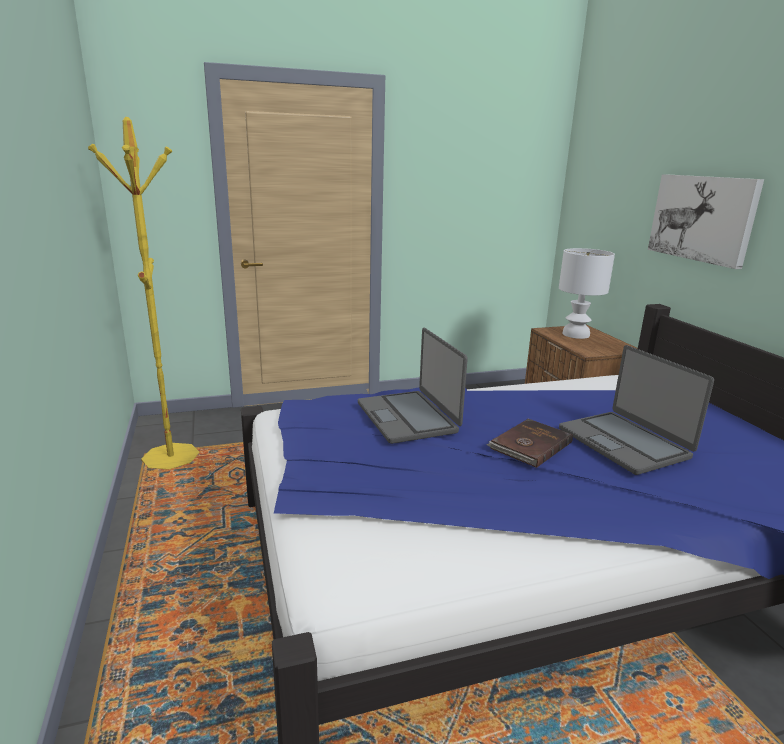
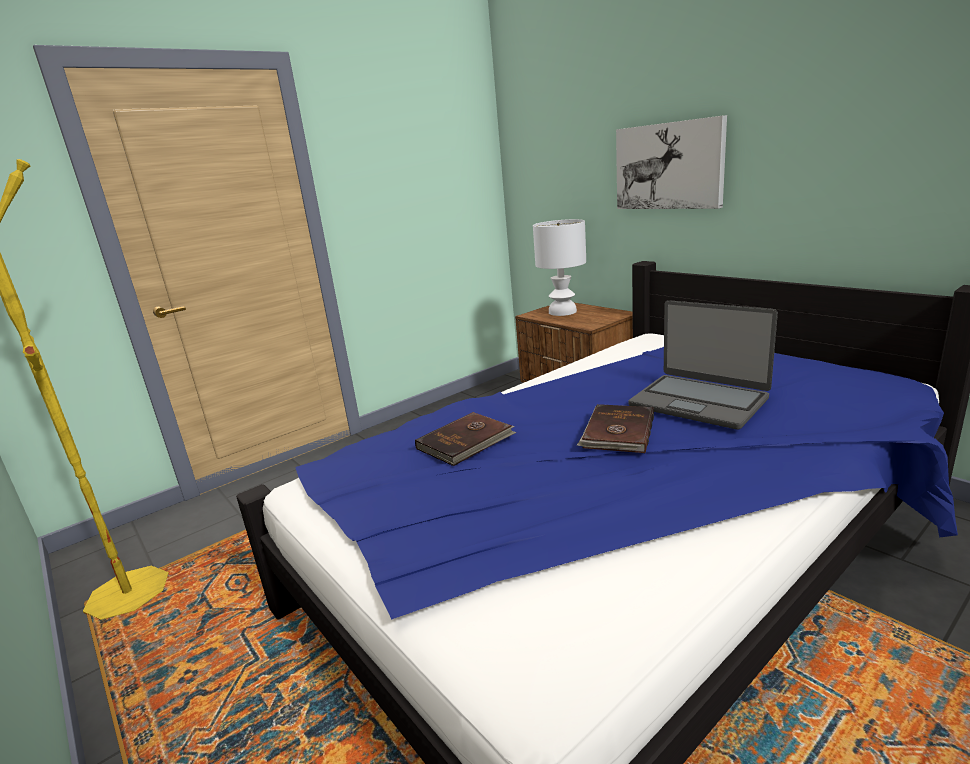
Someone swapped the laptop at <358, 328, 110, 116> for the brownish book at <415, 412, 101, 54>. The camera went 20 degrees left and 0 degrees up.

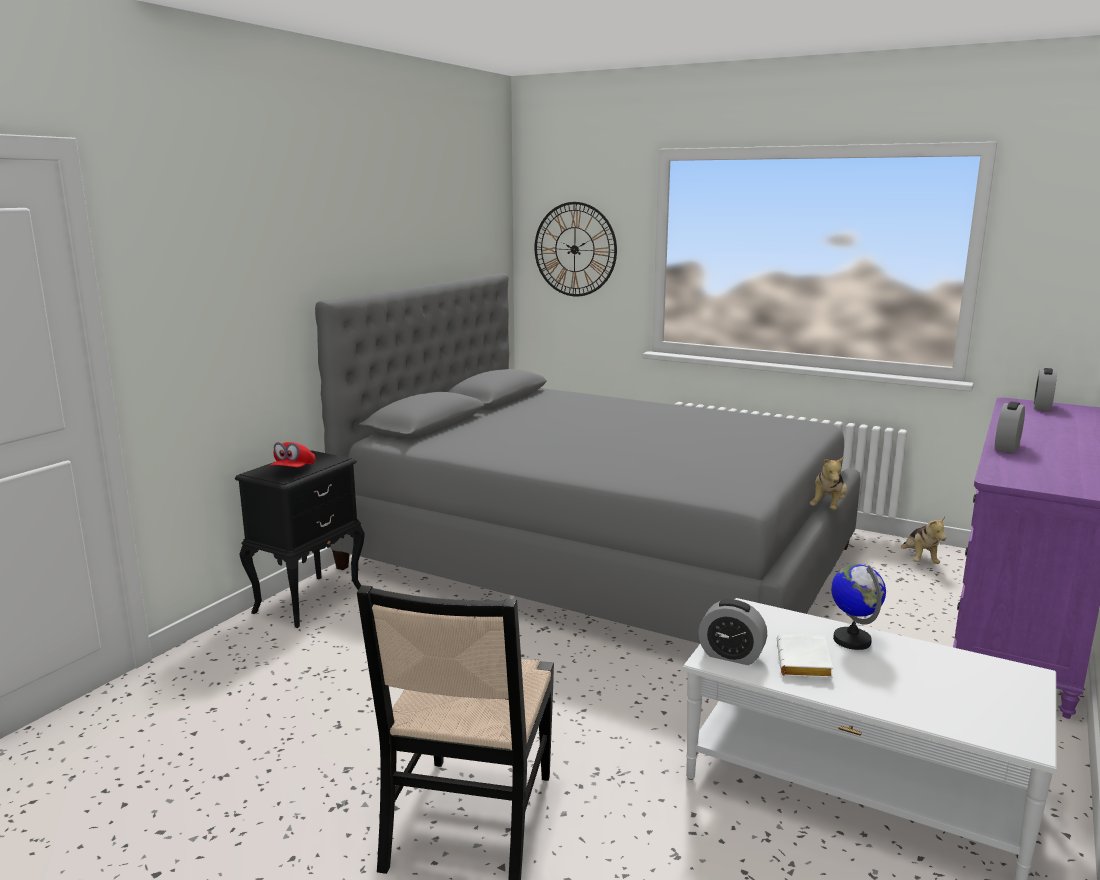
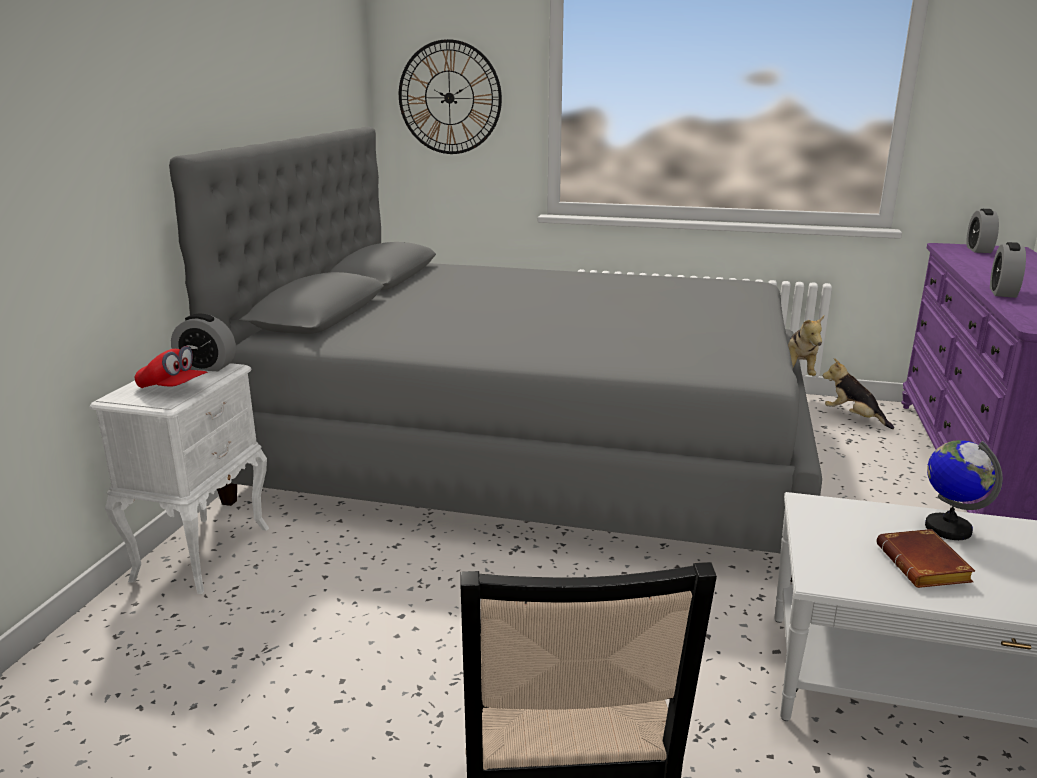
Someone repainted the black-coloured bedside table at <235, 450, 130, 178>, which became the white bedside table at <89, 363, 180, 231>. Someone rotated the red-coloured baseball cap at <269, 442, 46, 25> by 60 degrees counterclockwise. Someone carried the bedside clock from <698, 599, 69, 66> to <171, 314, 65, 57>. Someone rotated the cuddly toy at <901, 516, 45, 48> by 150 degrees clockwise. Someone repainted the white book at <777, 634, 56, 44>, which became the brownish book at <877, 529, 98, 59>. The camera went 15 degrees left and 5 degrees up.

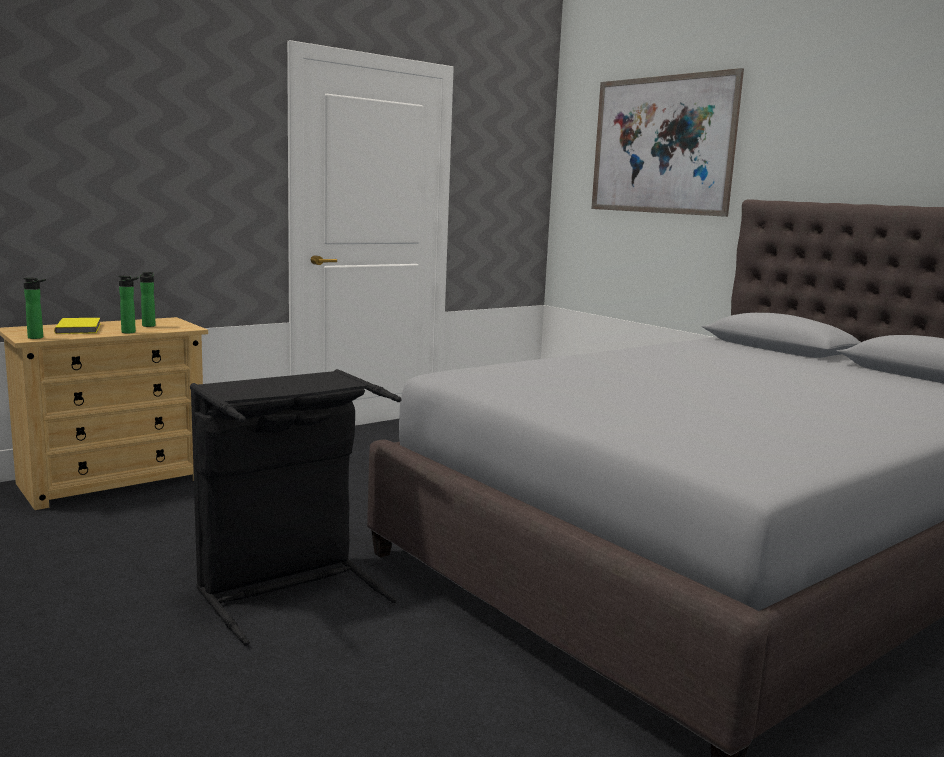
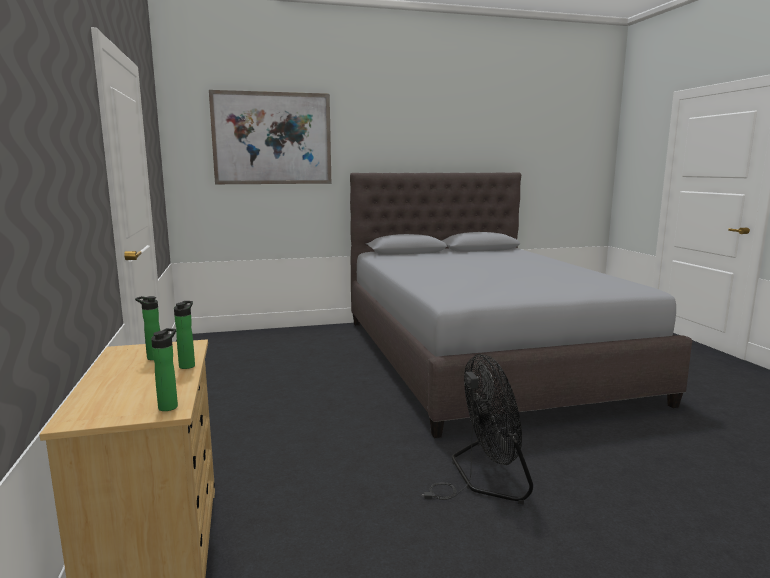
Someone swapped the black-coloured washing basket at <190, 369, 211, 277> for the black-coloured electric fan at <421, 354, 112, 151>. Someone took away the yellow book at <54, 318, 47, 16>. The camera went 65 degrees left and 0 degrees up.

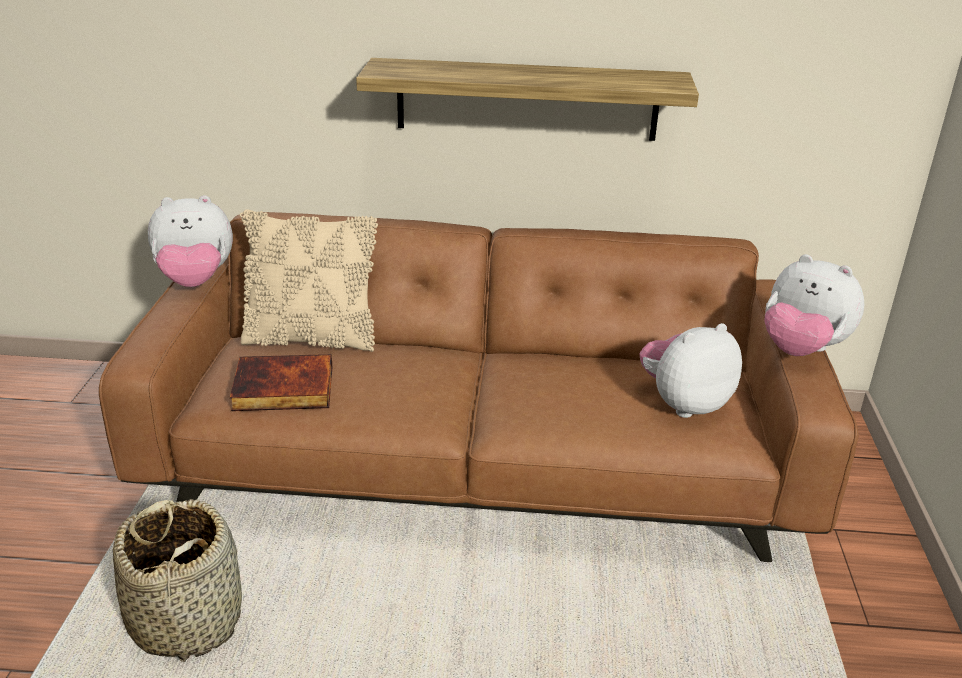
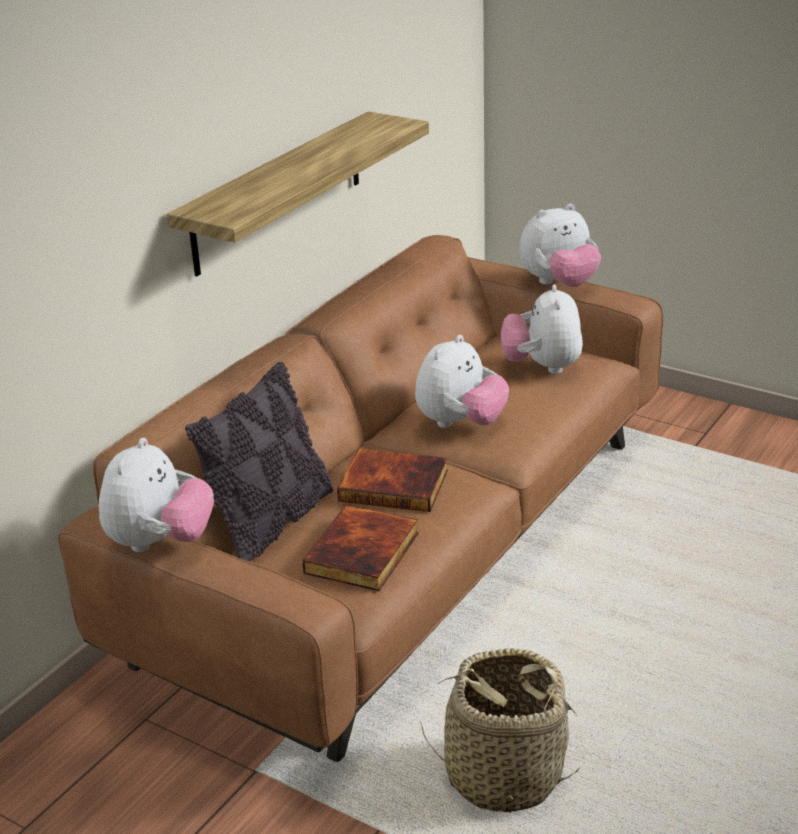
Someone repainted the beige pillow at <239, 209, 139, 143>, which became the black-coloured pillow at <185, 362, 148, 200>. Someone put down the book at <337, 448, 111, 64>. Someone put down the cuddly toy at <415, 335, 94, 93>. The camera went 60 degrees left and 0 degrees up.

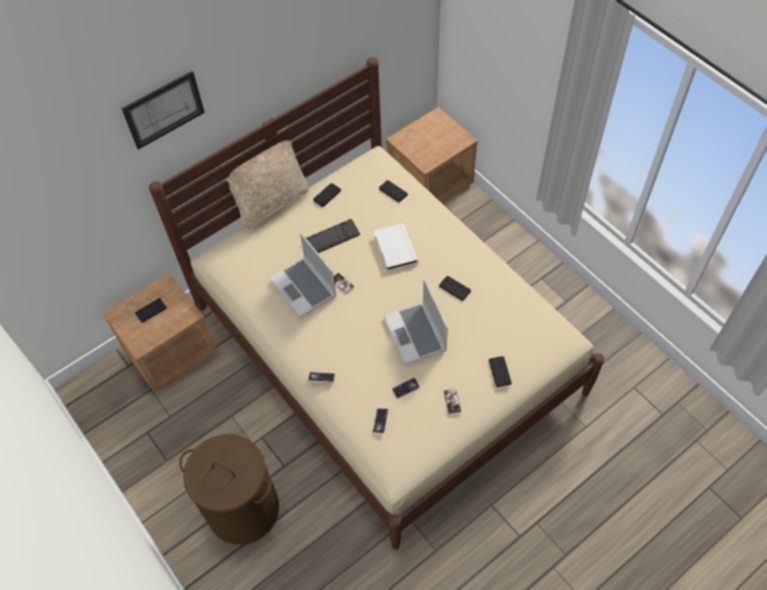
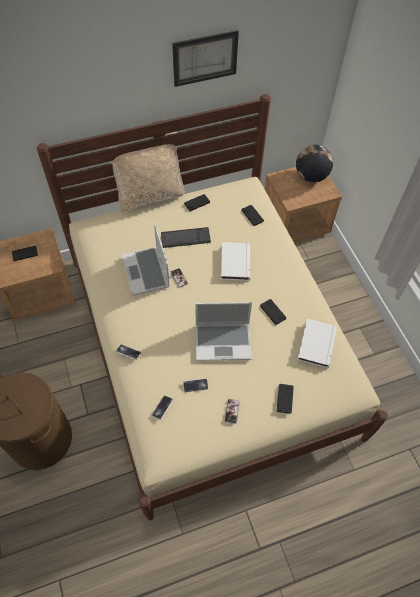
Someone carried the wall art from <121, 71, 84, 79> to <172, 30, 67, 57>. Someone rotated the laptop at <383, 279, 65, 86> by 90 degrees counterclockwise. Someone put down the desk globe at <296, 144, 37, 38>. Someone put down the white book at <297, 319, 40, 49>. The camera went 15 degrees right and 0 degrees up.

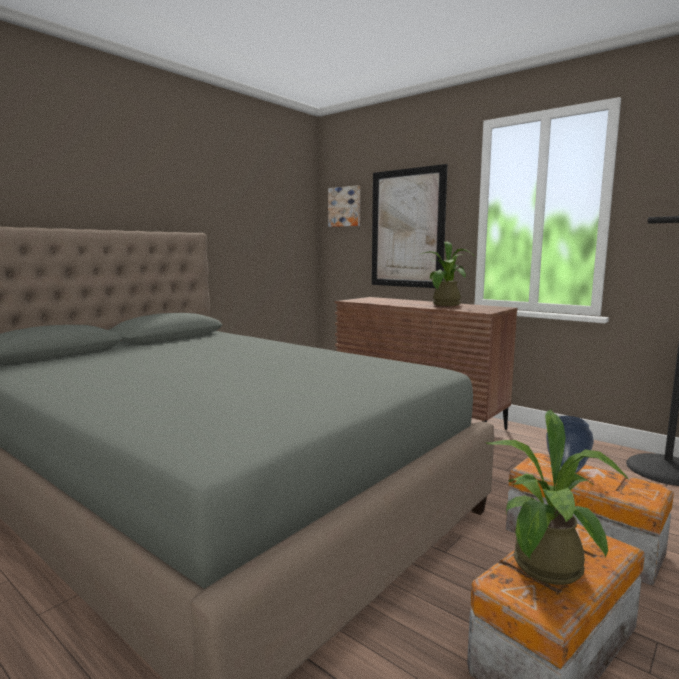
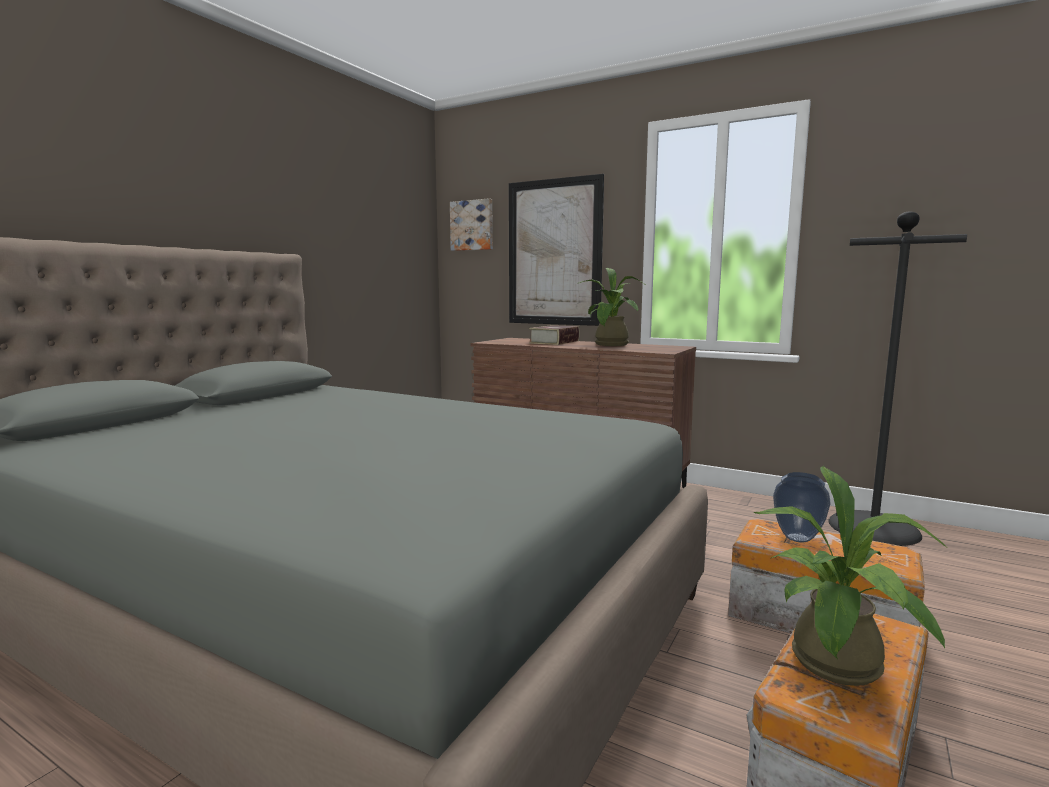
Someone put down the book at <529, 325, 51, 20>. The camera went 10 degrees left and 0 degrees up.

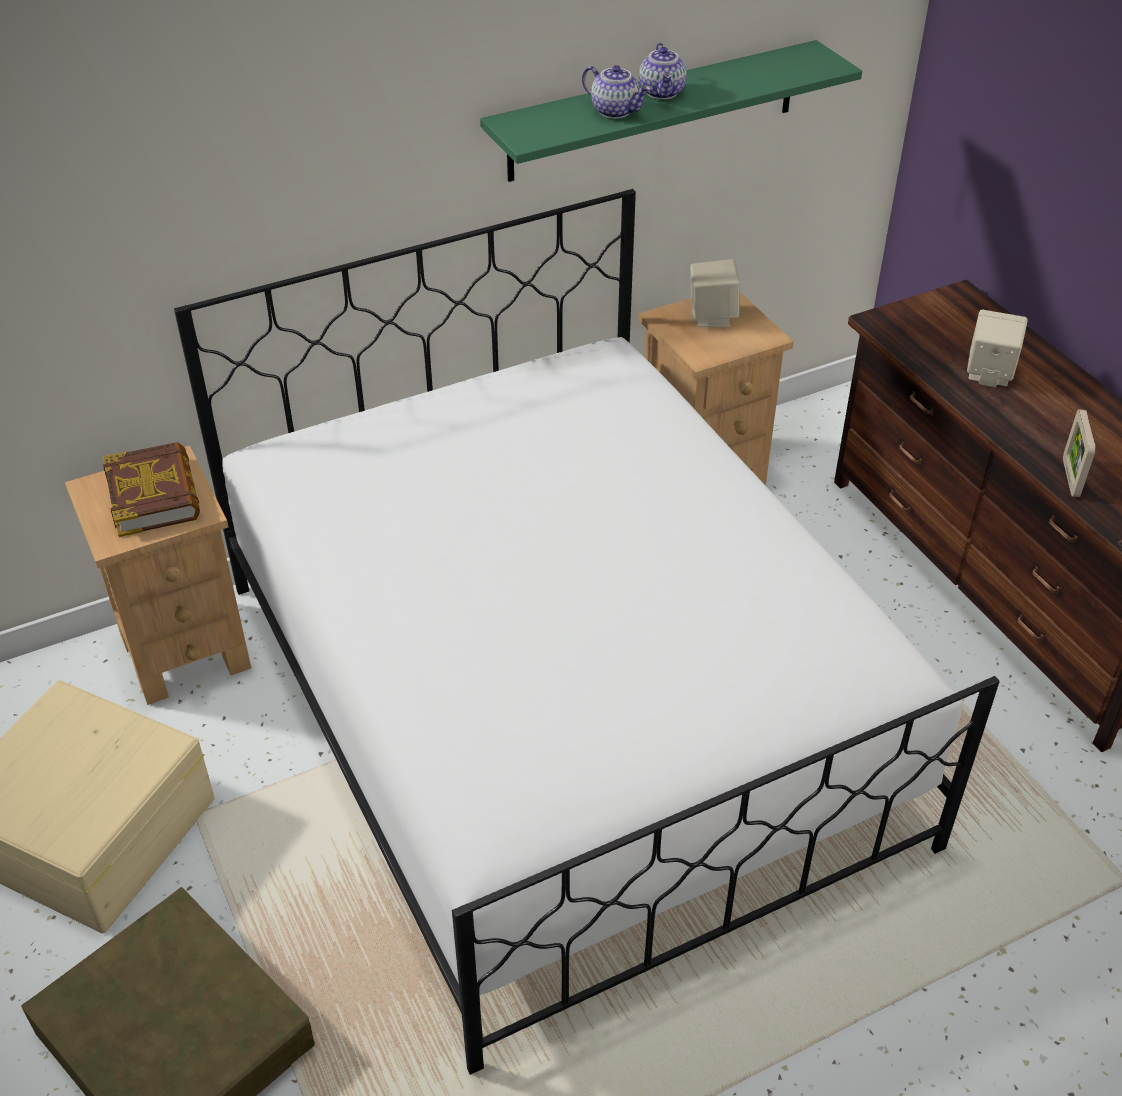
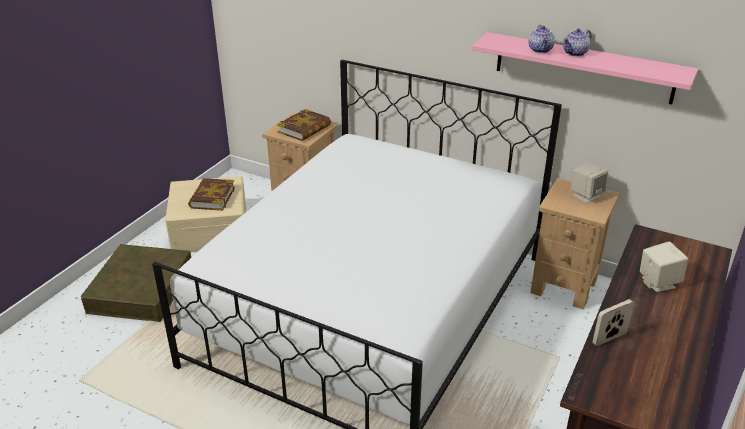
Someone put down the book at <188, 178, 47, 33>. Someone repainted the green-coloured bracket shelf at <480, 40, 382, 142>, which became the pink bracket shelf at <471, 32, 227, 72>. The camera went 55 degrees right and 10 degrees down.

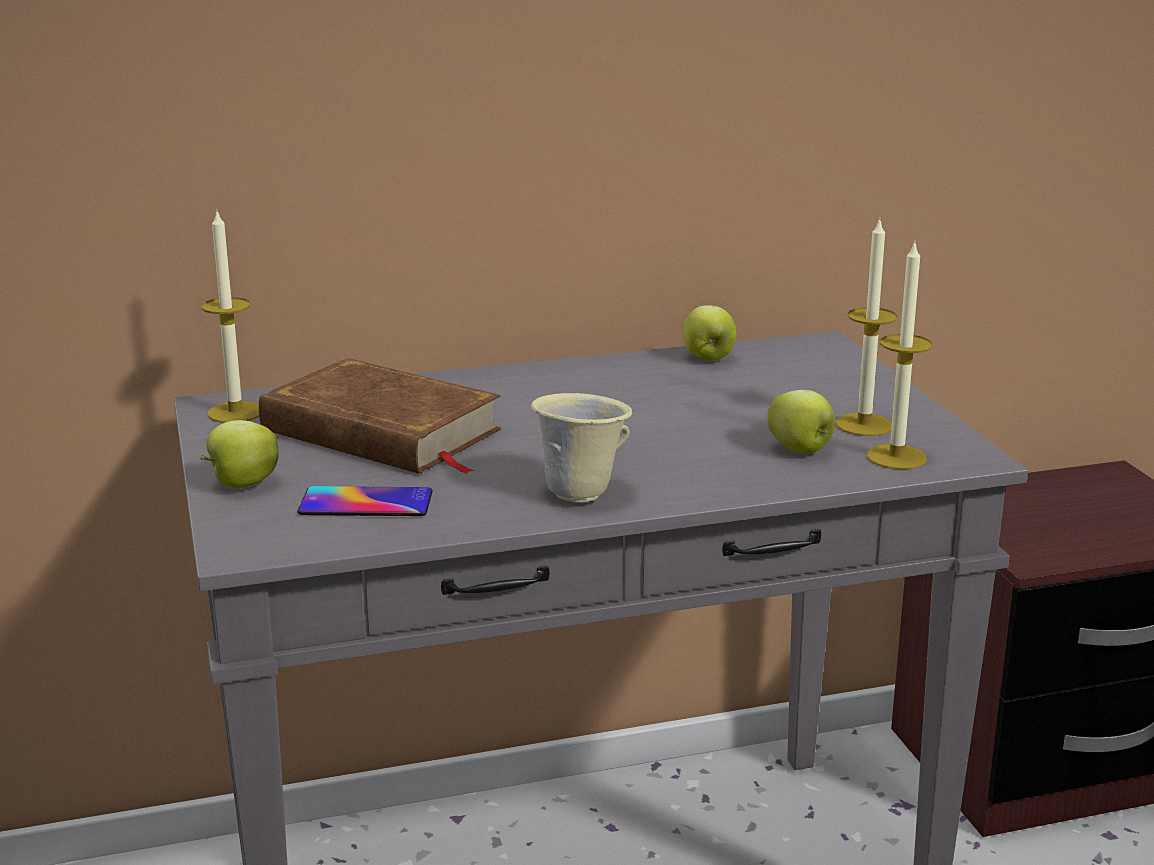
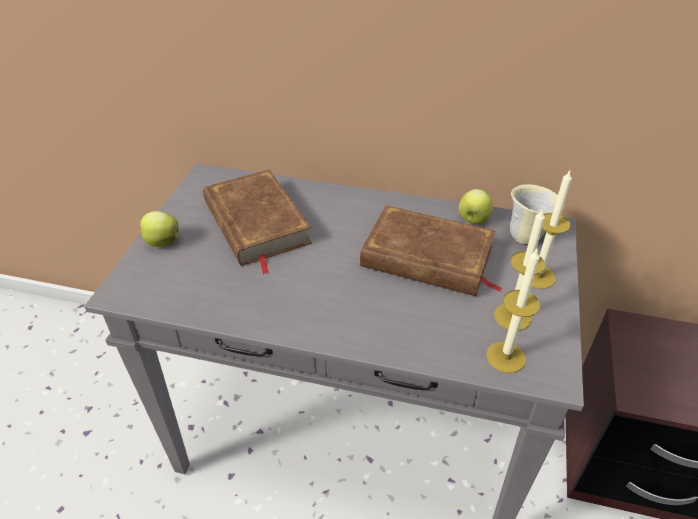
Someone put down the brownish book at <360, 205, 143, 91>. Someone carried the beige tea mug from <531, 393, 101, 109> to <510, 184, 54, 60>. Someone carried the candle from <201, 212, 58, 211> to <531, 171, 41, 118>. Someone took away the handset at <298, 486, 135, 30>. Someone took away the apple at <767, 390, 68, 64>. The camera went 30 degrees right and 20 degrees up.

